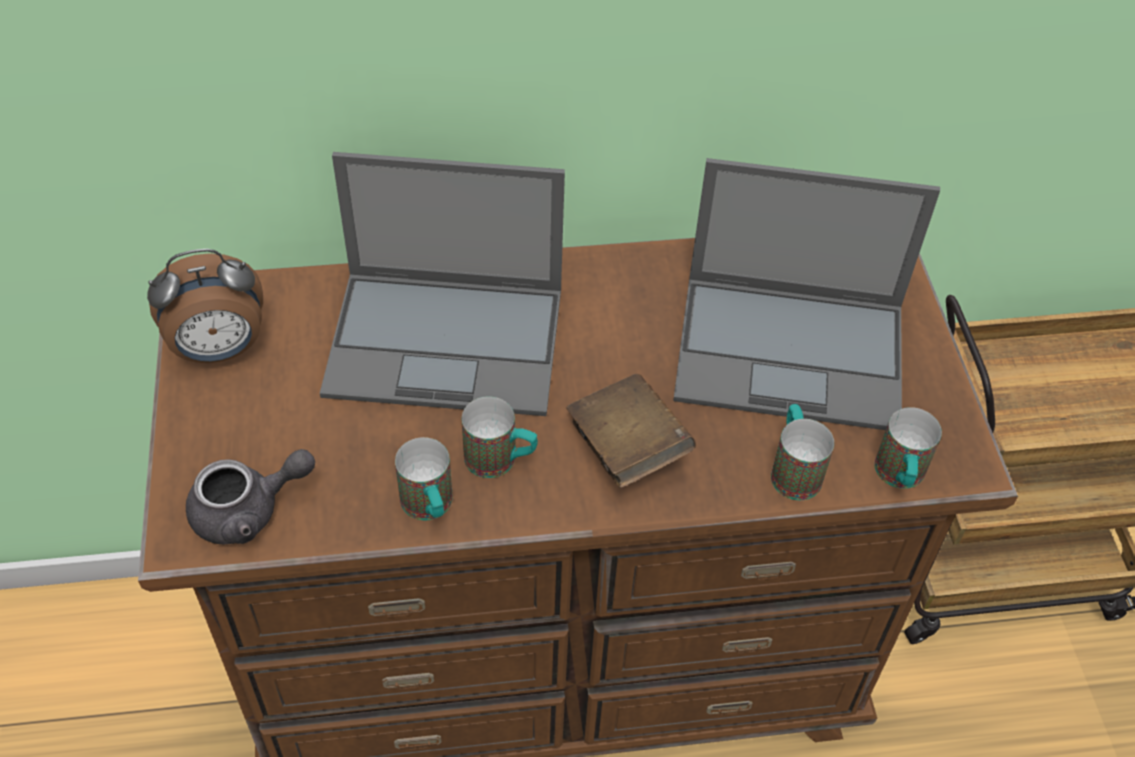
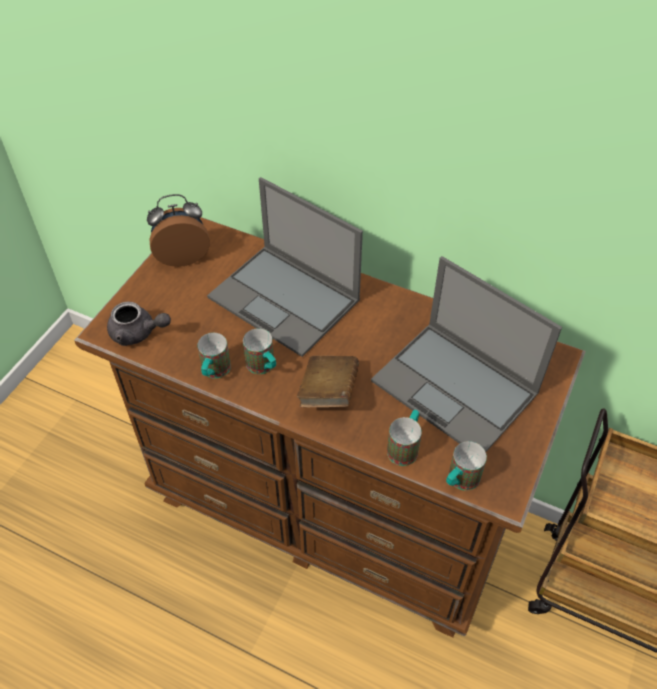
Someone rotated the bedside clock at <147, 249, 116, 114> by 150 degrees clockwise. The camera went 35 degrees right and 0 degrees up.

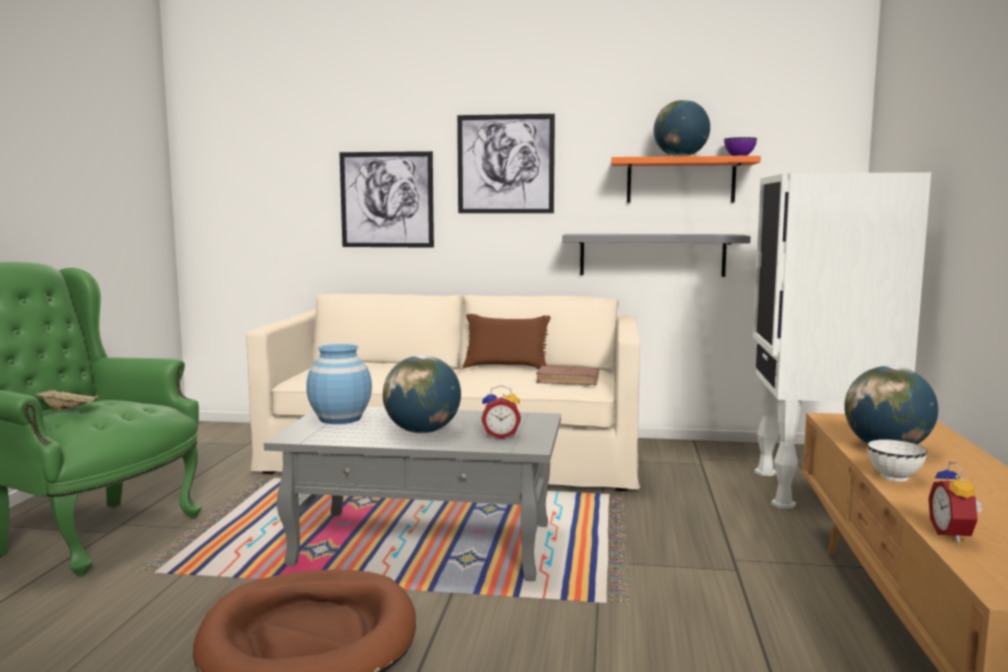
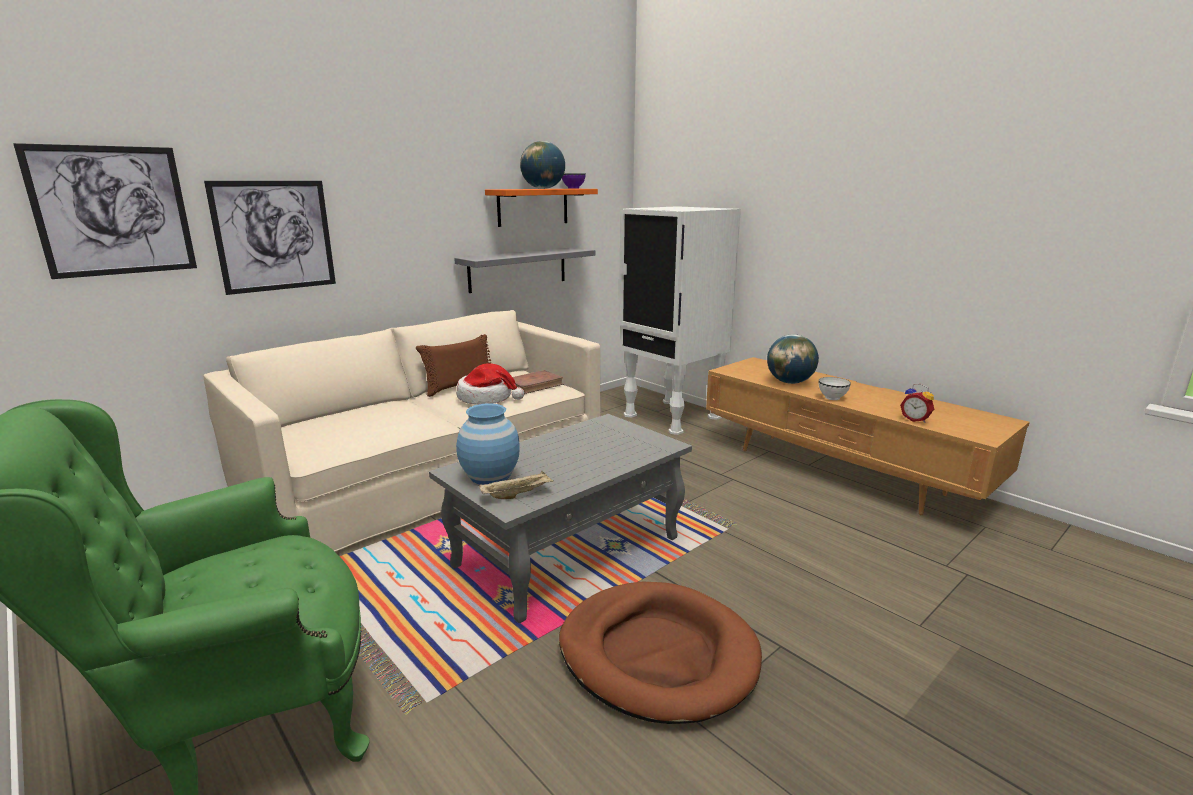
Someone carried the wall art from <457, 114, 98, 99> to <13, 143, 184, 136>. Someone put down the hat at <456, 363, 68, 42>. Someone carried the beige serving tray from <35, 390, 63, 20> to <479, 471, 74, 28>. Someone took away the desk globe at <383, 355, 78, 78>. Someone took away the bedside clock at <481, 385, 40, 54>. The camera went 50 degrees left and 10 degrees up.

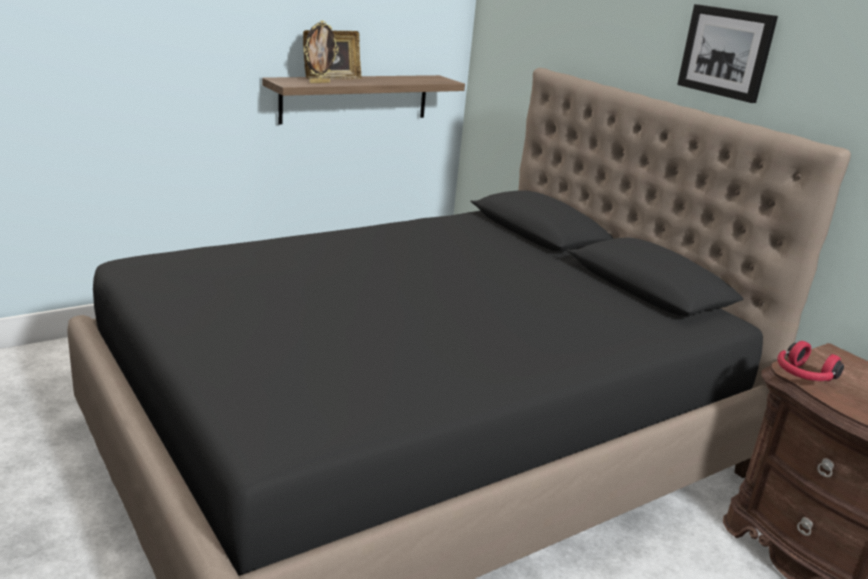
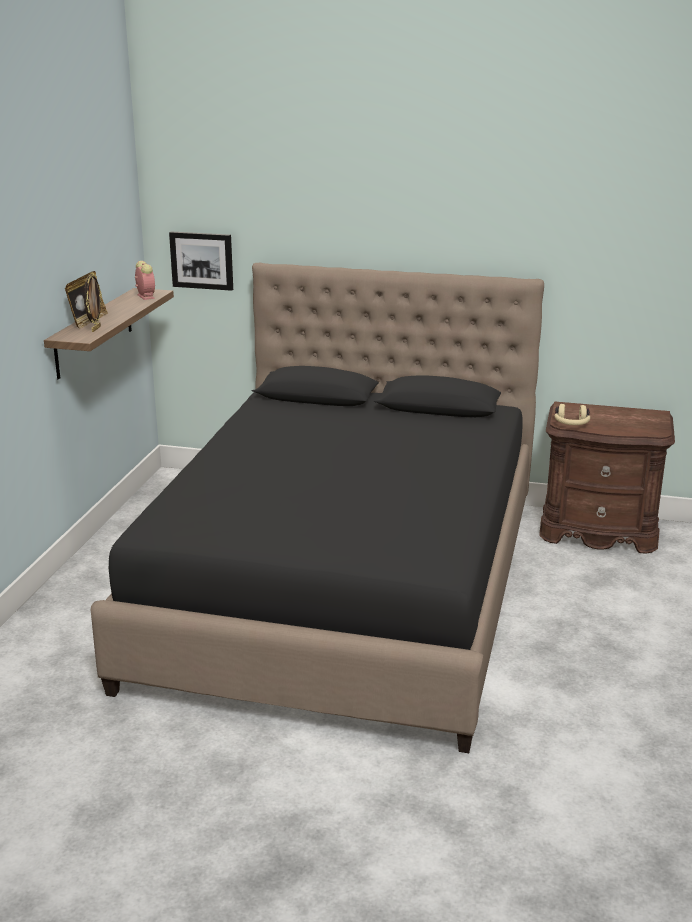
Someone put down the bedside clock at <135, 261, 20, 39>. Someone carried the wall art from <677, 4, 101, 99> to <169, 231, 64, 60>. Someone repainted the red-coloured headphones at <777, 341, 67, 40>, which became the beige headphones at <555, 404, 35, 21>. The camera went 40 degrees left and 0 degrees up.

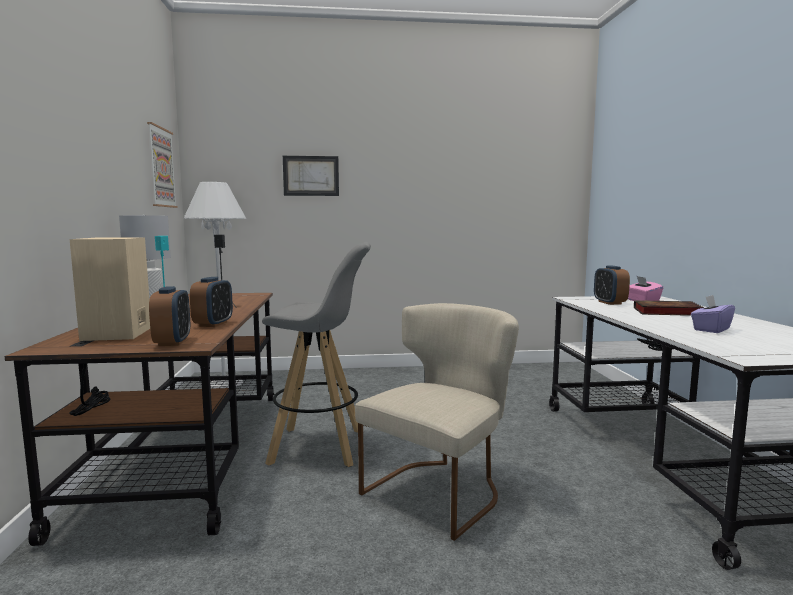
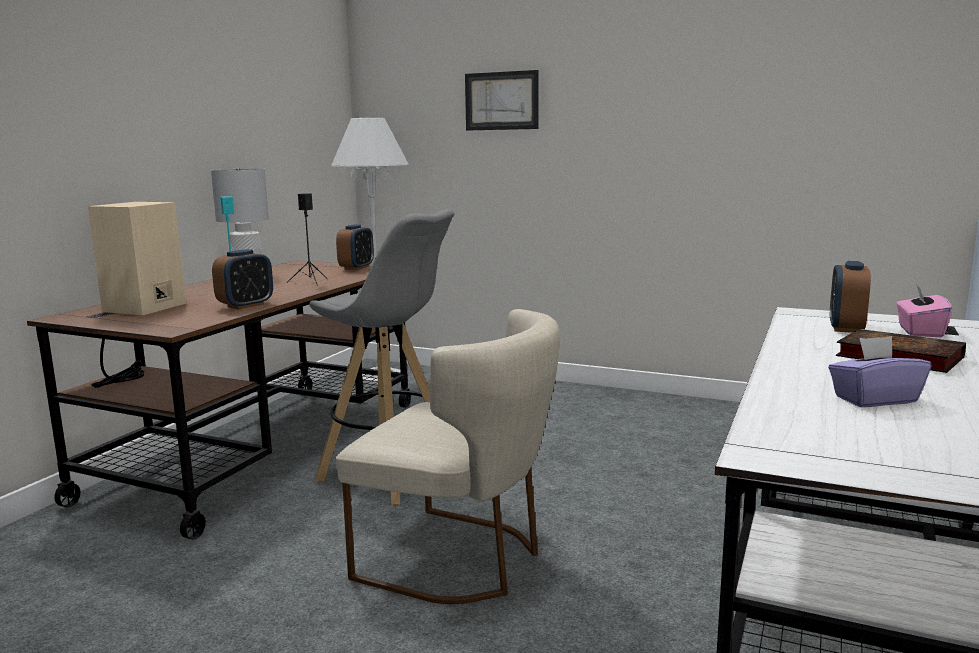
Someone carried the bedside clock from <149, 286, 41, 60> to <336, 224, 38, 46>. Someone rotated the beige upright chair at <355, 303, 164, 238> by 45 degrees clockwise. Someone took away the wall art at <147, 122, 31, 86>. The camera went 30 degrees right and 5 degrees up.

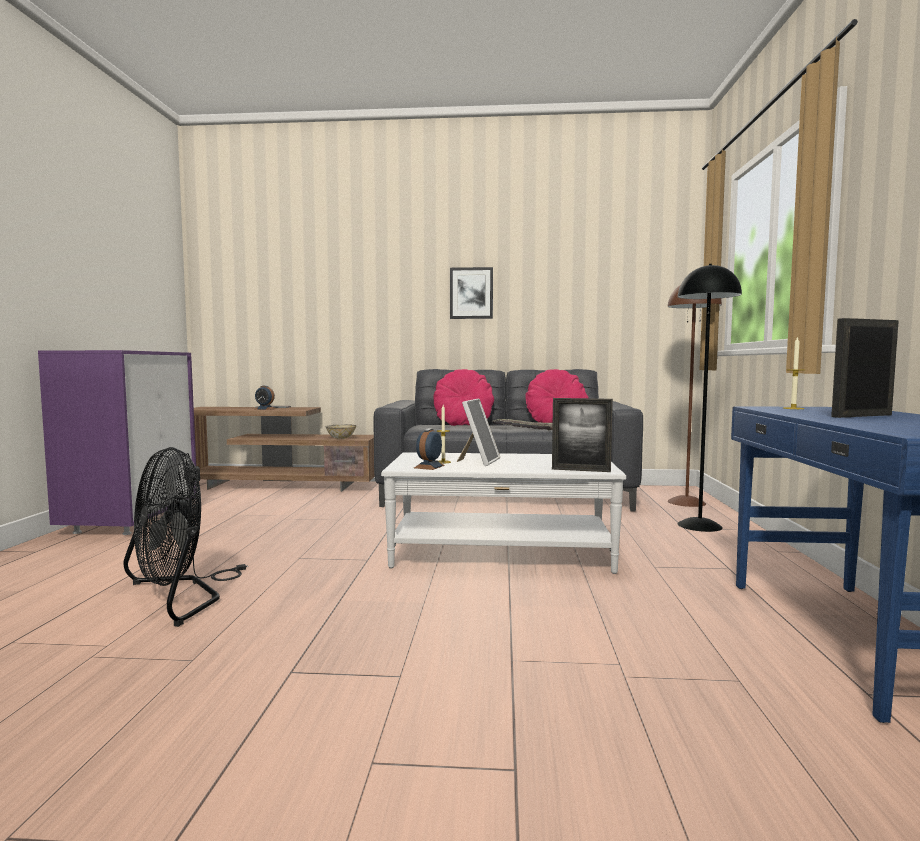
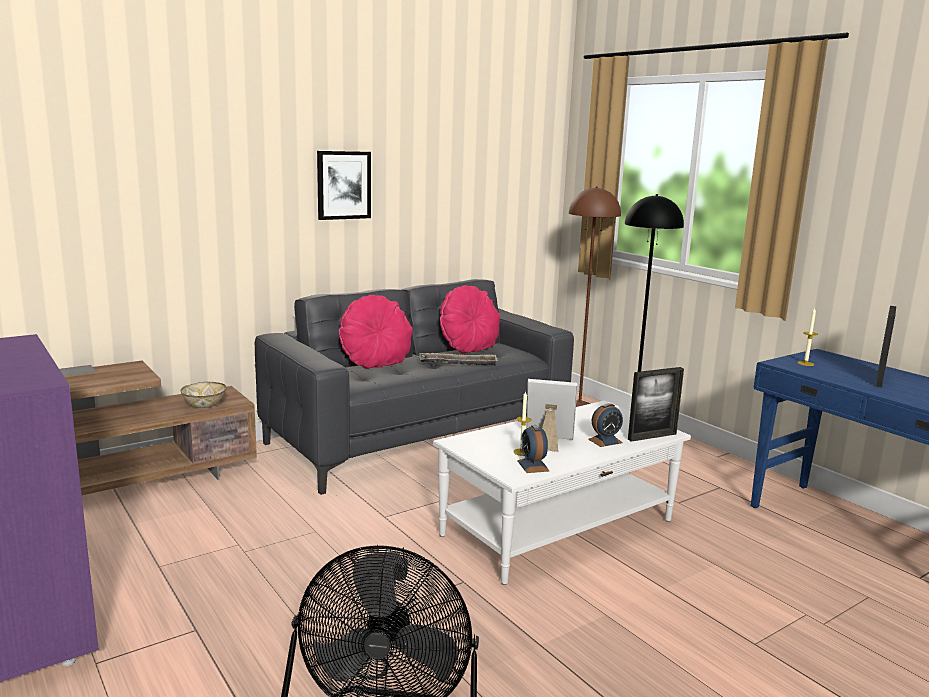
Someone rotated the photo frame at <457, 399, 43, 67> by 60 degrees counterclockwise. Someone carried the bedside clock from <254, 385, 22, 25> to <588, 403, 35, 44>. The camera went 40 degrees left and 10 degrees up.

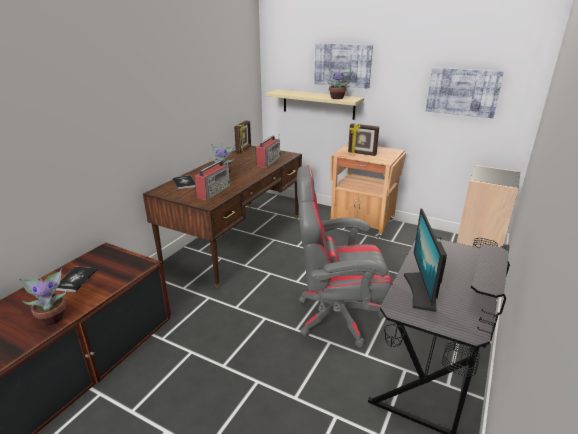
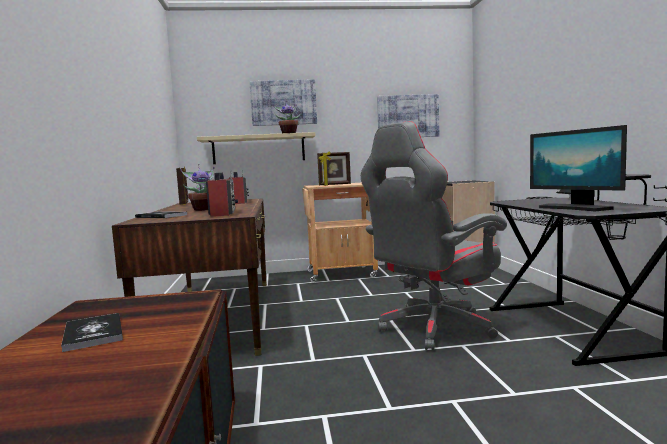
Someone took away the houseplant at <19, 268, 48, 57>. The camera went 35 degrees left and 20 degrees down.

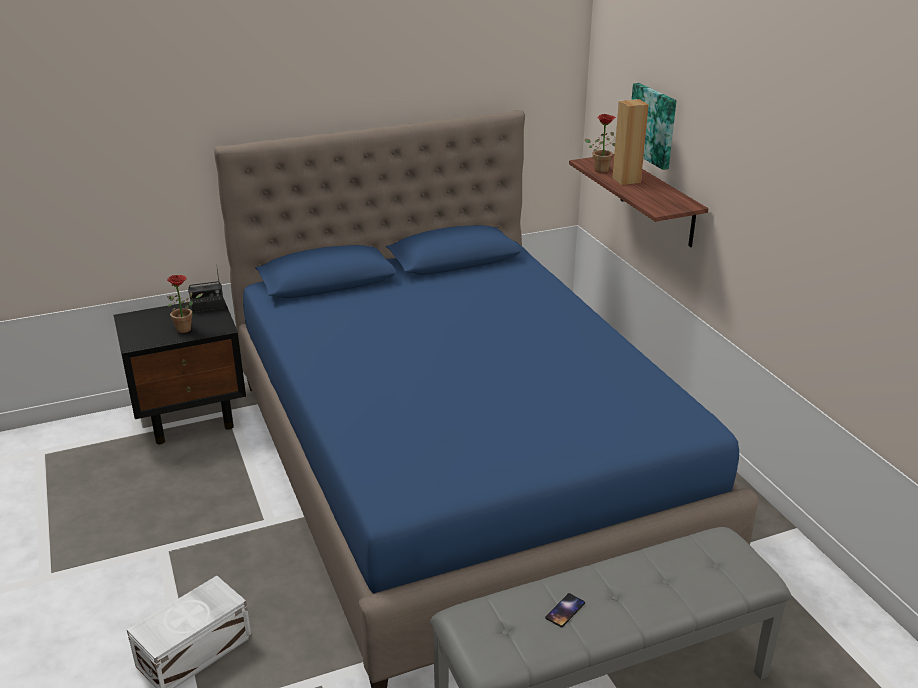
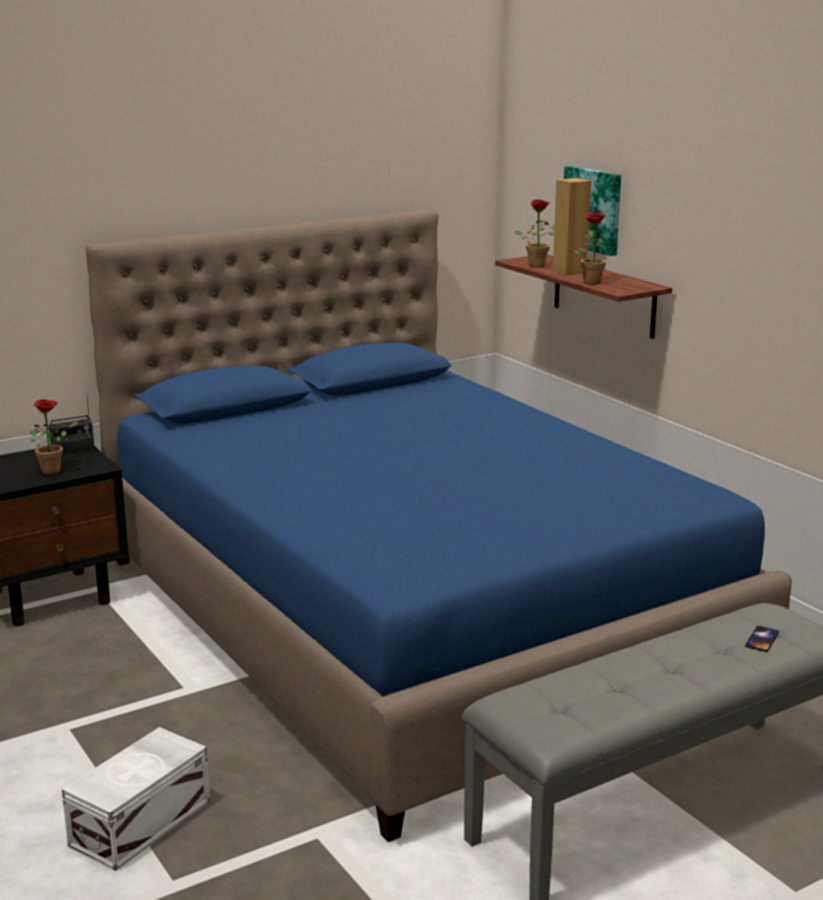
Someone put down the houseplant at <574, 212, 36, 73>. Someone carried the handset from <545, 593, 40, 34> to <745, 626, 34, 26>. The camera went 10 degrees left and 10 degrees down.

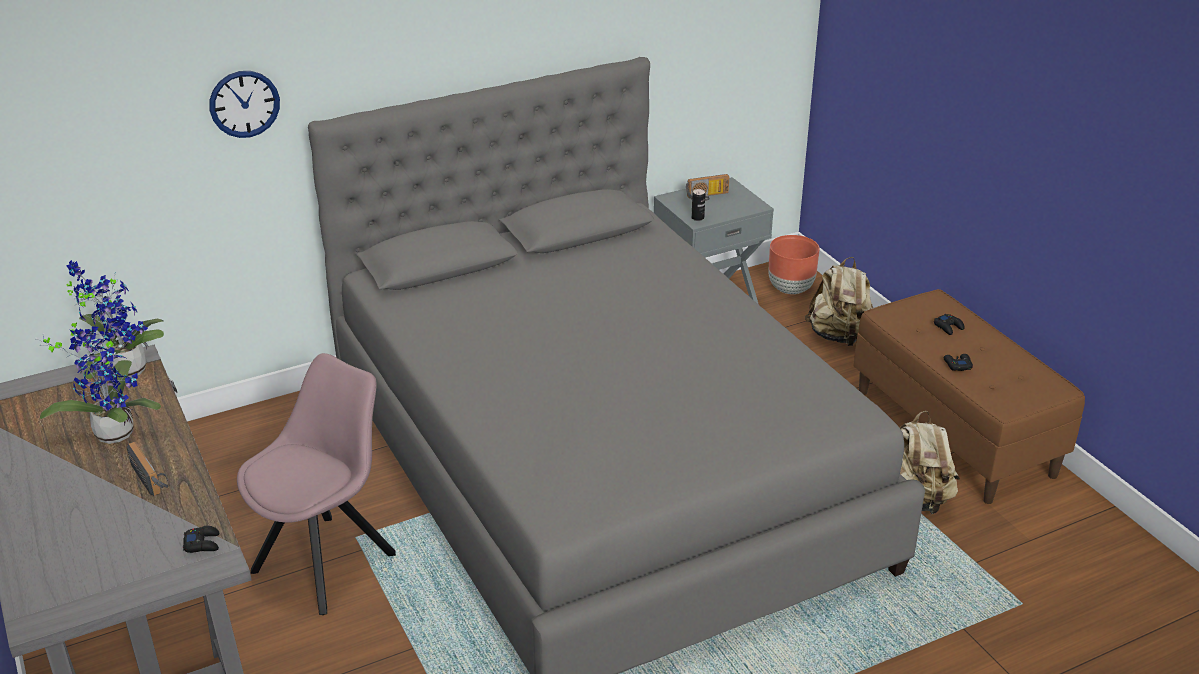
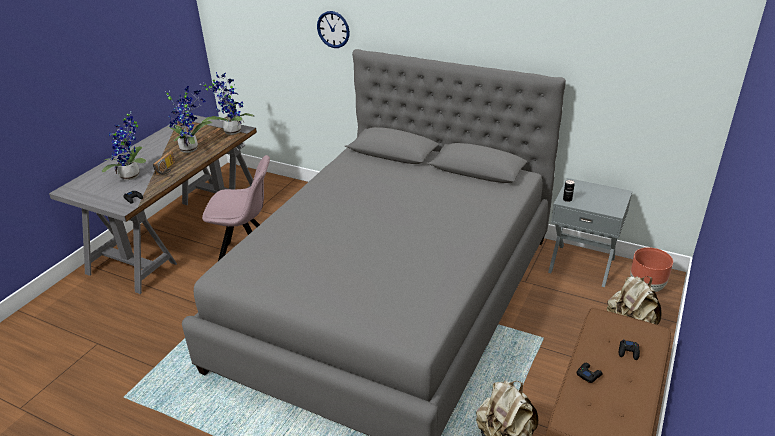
Someone put down the houseplant at <102, 111, 44, 69>. Someone took away the radio at <686, 174, 43, 27>. The camera went 55 degrees right and 0 degrees up.

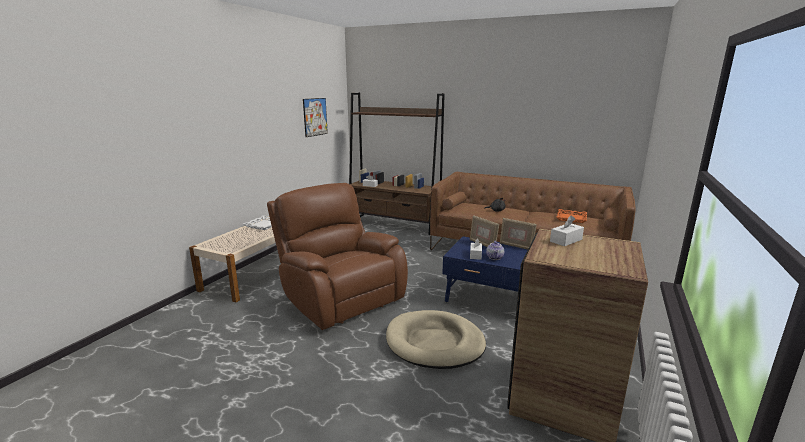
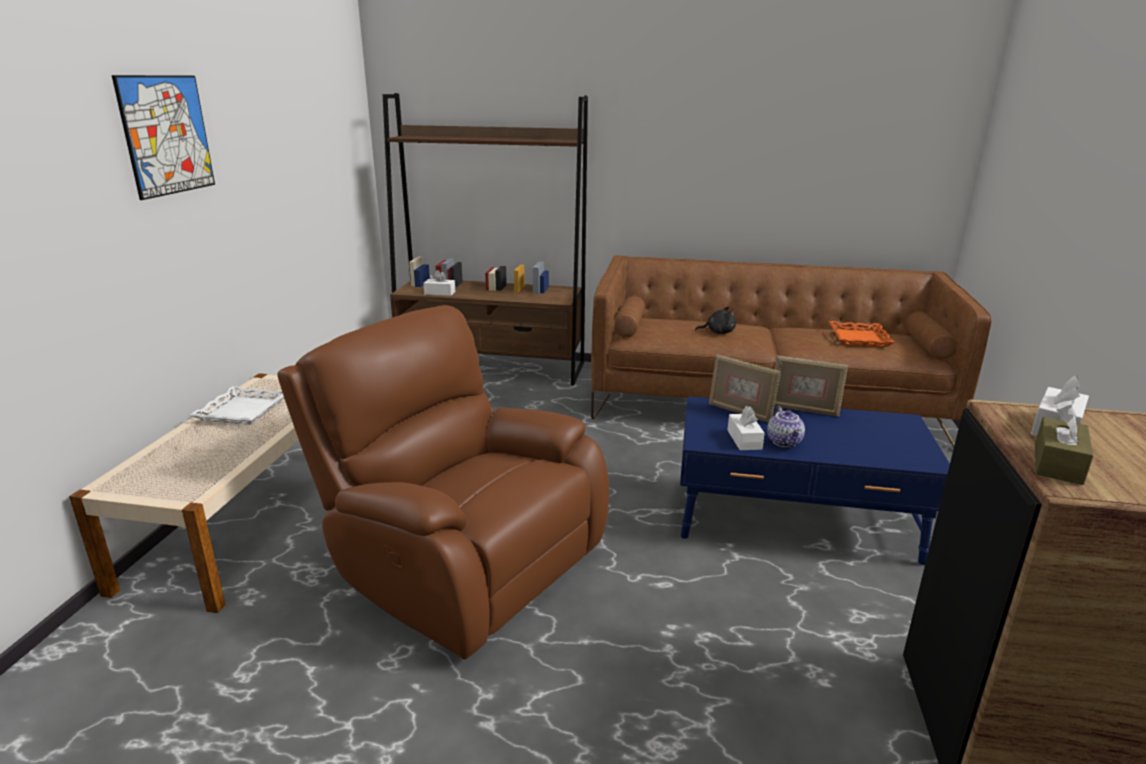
Someone carried the wall art from <303, 98, 25, 39> to <112, 75, 103, 125>. Someone put down the brownish box of tissues at <1035, 405, 58, 80>. Someone took away the beige dog bed at <386, 310, 100, 59>. The camera went 15 degrees left and 5 degrees up.

